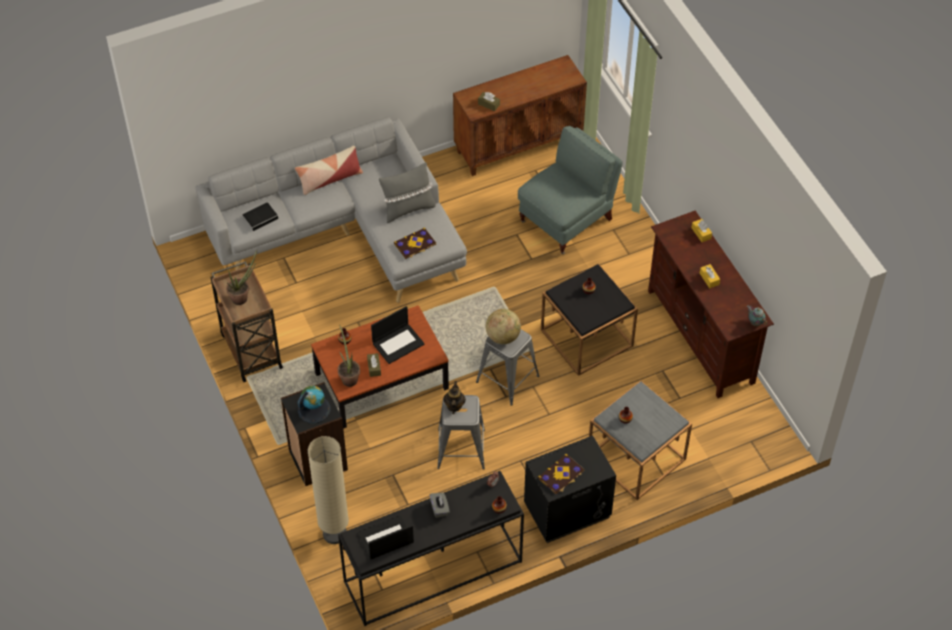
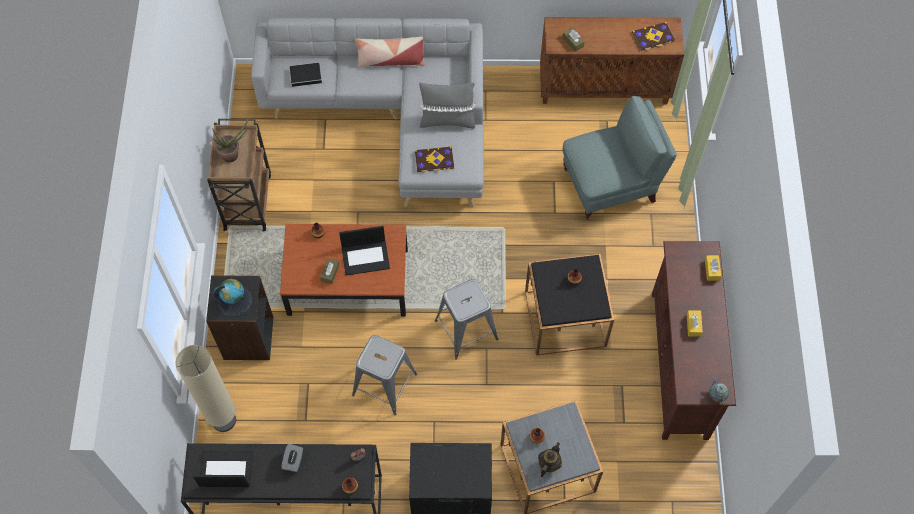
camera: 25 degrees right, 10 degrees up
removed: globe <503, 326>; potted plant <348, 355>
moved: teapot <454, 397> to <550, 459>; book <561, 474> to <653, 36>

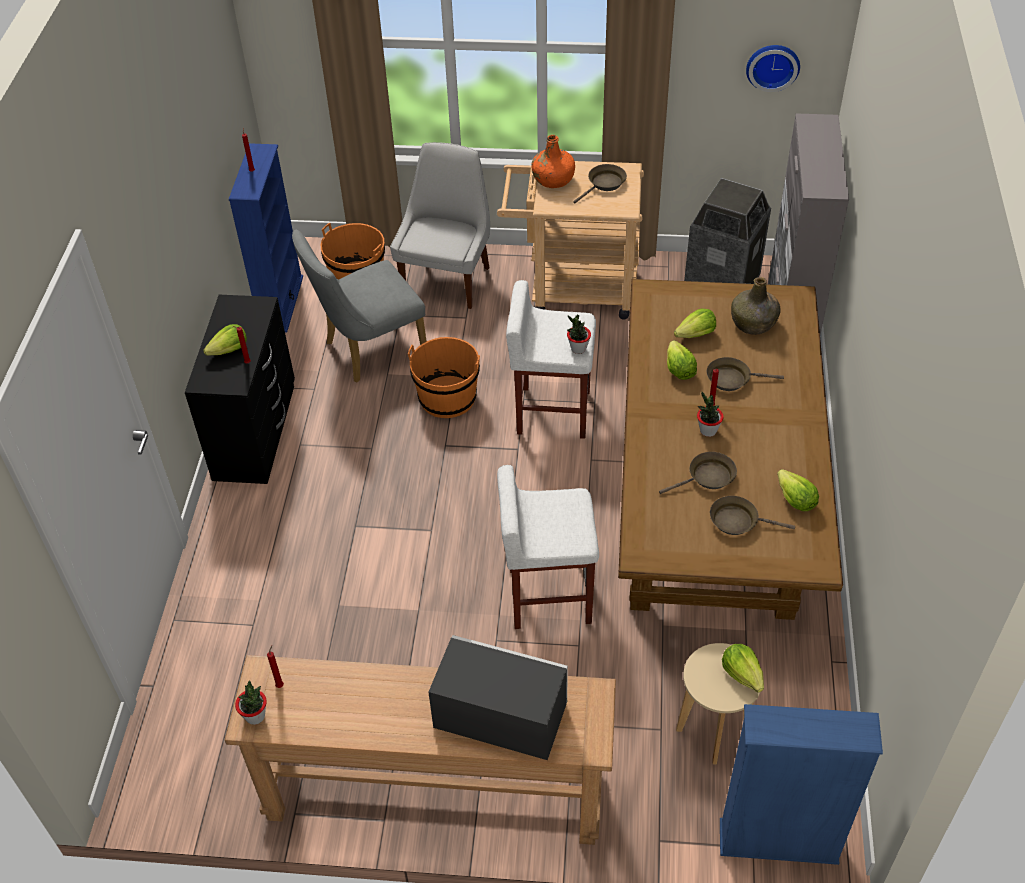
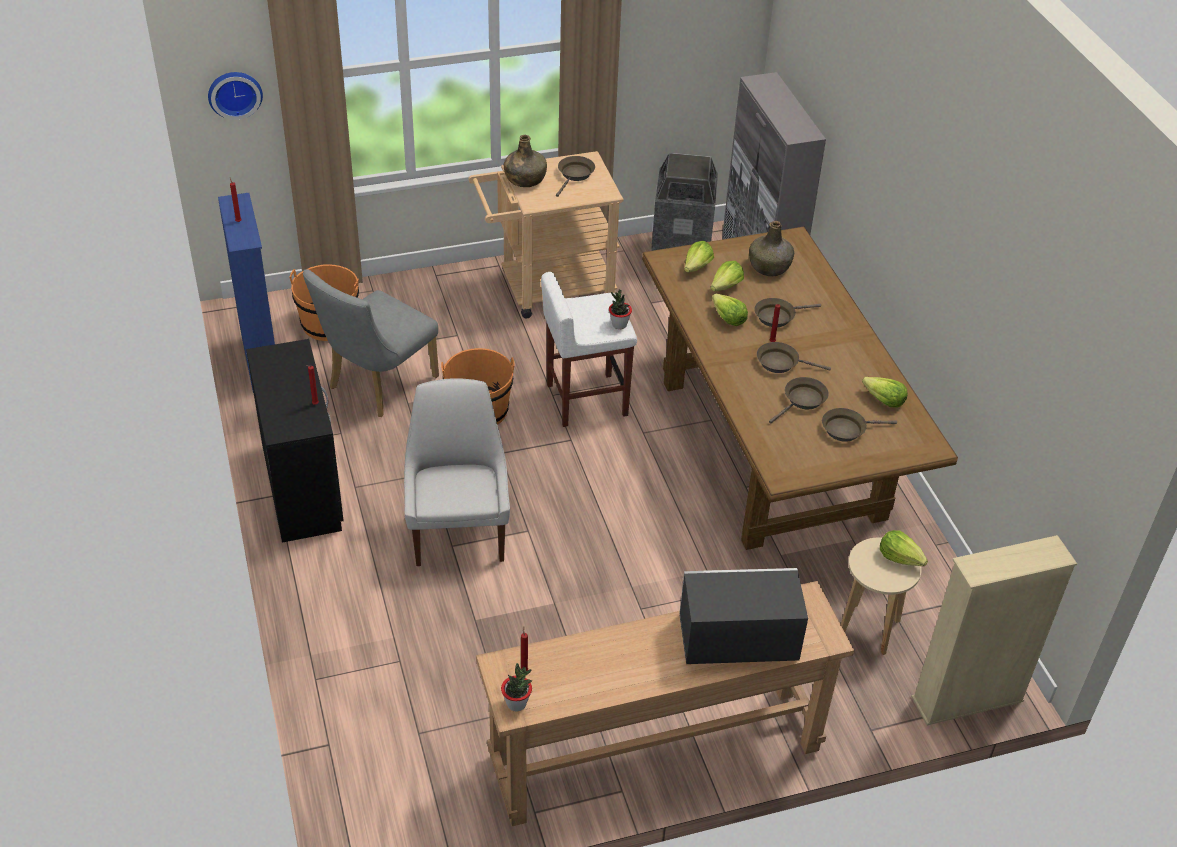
camera: 25 degrees left, 5 degrees down
removed: stool (white) <548, 547>
moved: wall clock <773, 68> to <235, 96>; chair (white) <440, 225> to <457, 472>; lettuce <225, 340> to <699, 257>
replaced: potted plant <710, 414> to frying pan (brown) <794, 357>
recoloured: bottle (orange) <553, 161> to bottle (green) <525, 161>; bookcase (blue) <801, 784> to bookcase (beige) <994, 630>

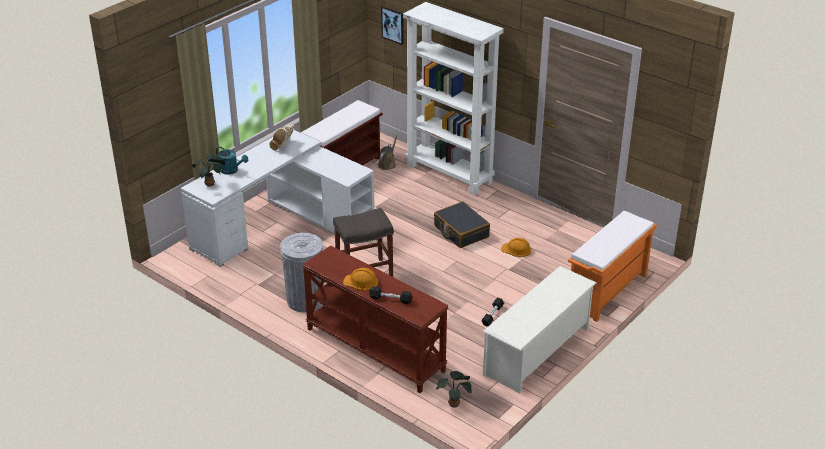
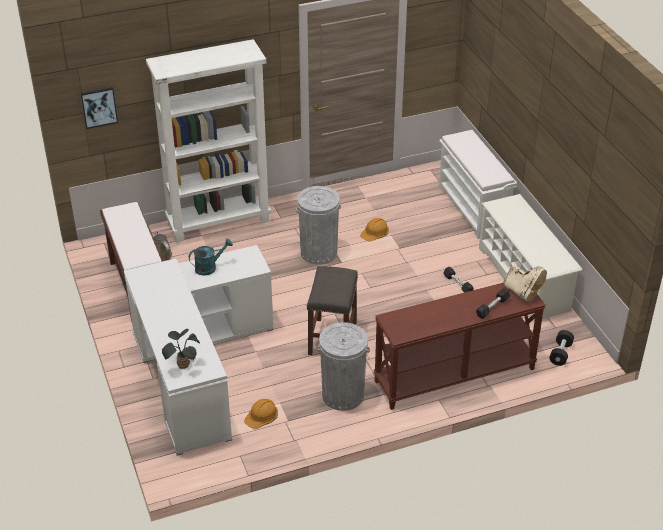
camera: 60 degrees left, 5 degrees up
moved: boot (beige) <282, 137> to <525, 283>; watering can (turquoise) <232, 160> to <211, 257>; hard hat (orange) <360, 279> to <261, 414>
replaced: suitcase (black) <462, 224> to trash can (grey) <318, 225>; potted plant <454, 389> to dumbbell (black) <562, 348>
recoloured: bench (orange) <612, 266> to bench (white) <477, 184>

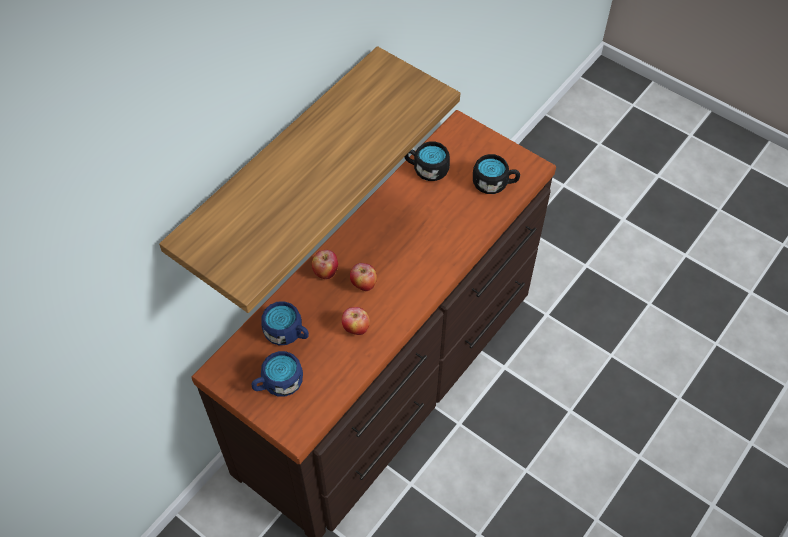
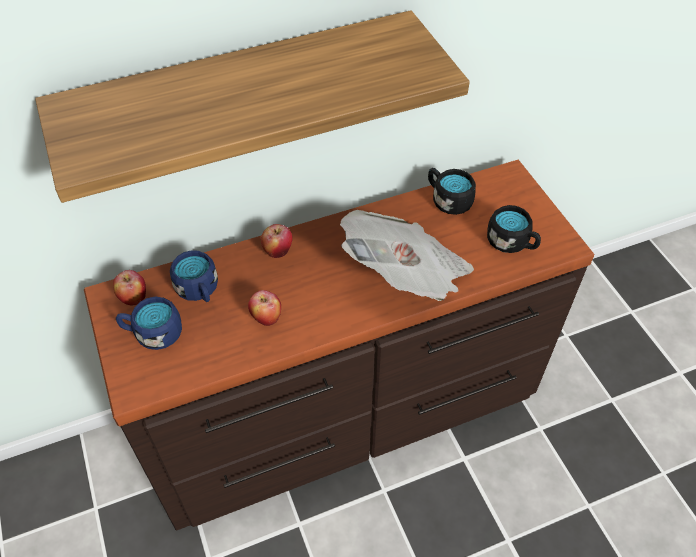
camera: 30 degrees right, 5 degrees down
added: newspaper <407, 255>
moved: apple <363, 277> to <129, 287>

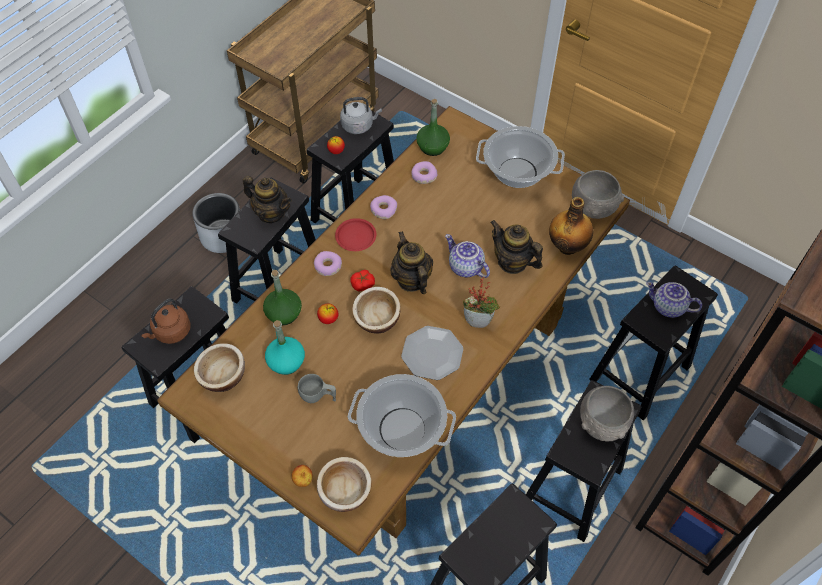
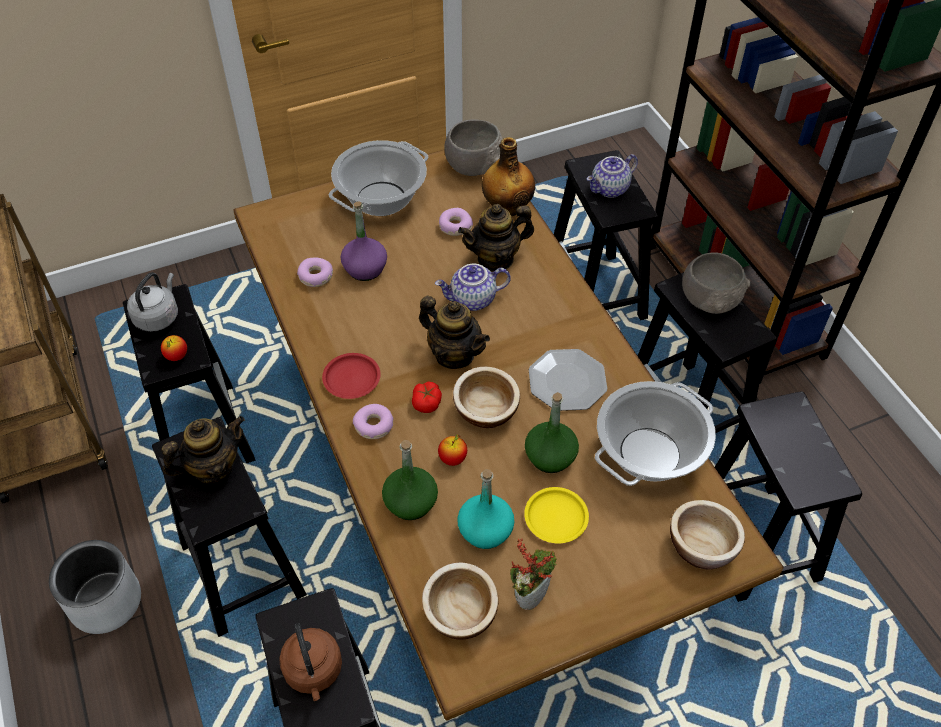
camera: 60 degrees left, 5 degrees down
removed: apple <302, 476>
added: bottle (purple) <364, 241>
moved: bottle (green) <433, 127> to <552, 432>; donut <383, 207> to <456, 222>; potted plant <481, 302> to <533, 574>
replaced: cup (grey) <317, 388> to plate (yellow) <556, 515>
turned: teapot <411, 262> = <454, 332> 150 degrees counterclockwise

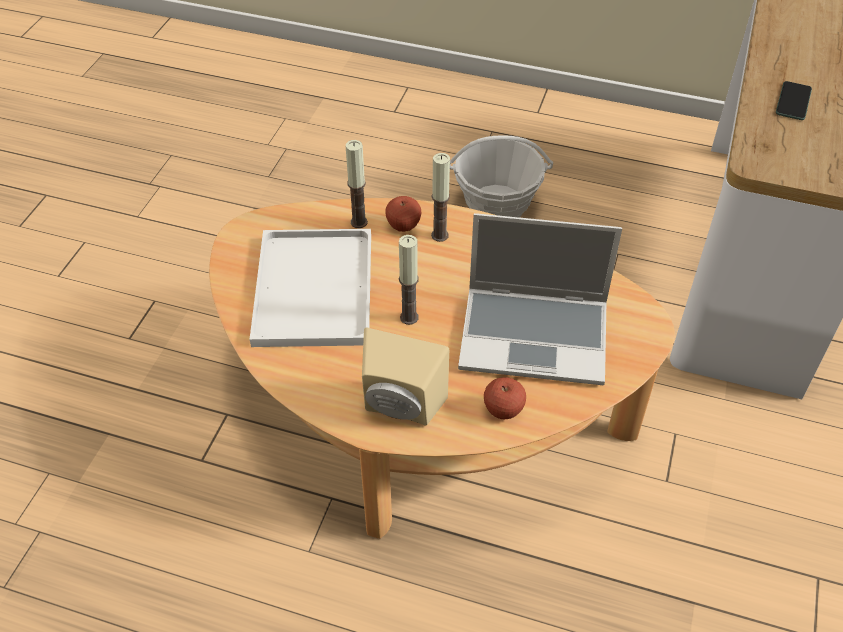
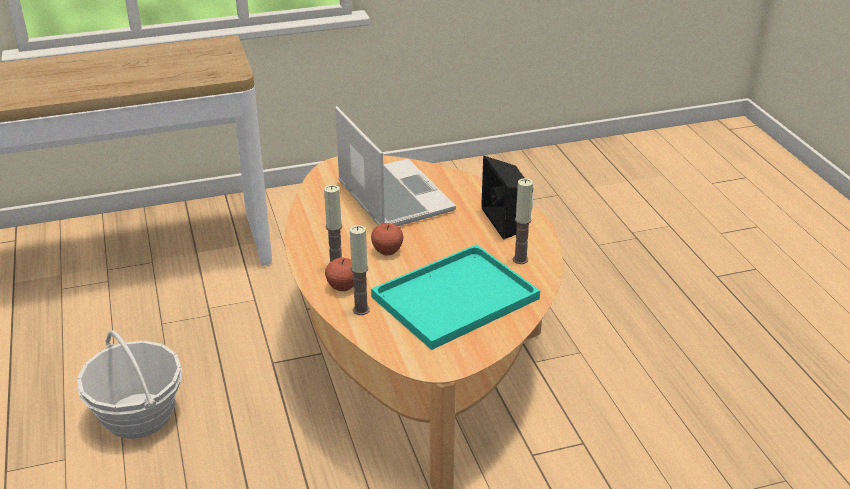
camera: 125 degrees left, 15 degrees down
removed: phone <794, 100>
moved: candle <409, 280> to <523, 221>; apple <505, 398> to <387, 239>
recoloured: tray (white) <310, 288> to tray (turquoise) <455, 297>; speaker (beige) <405, 376> to speaker (black) <507, 198>

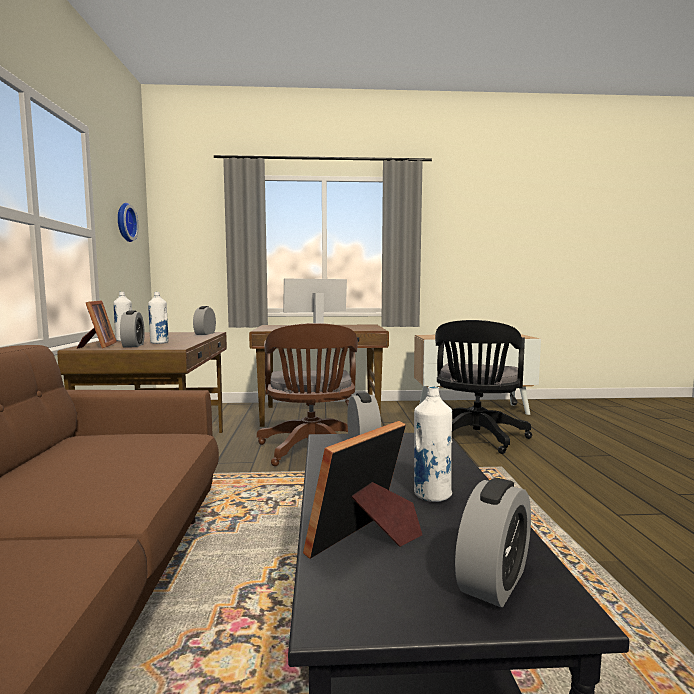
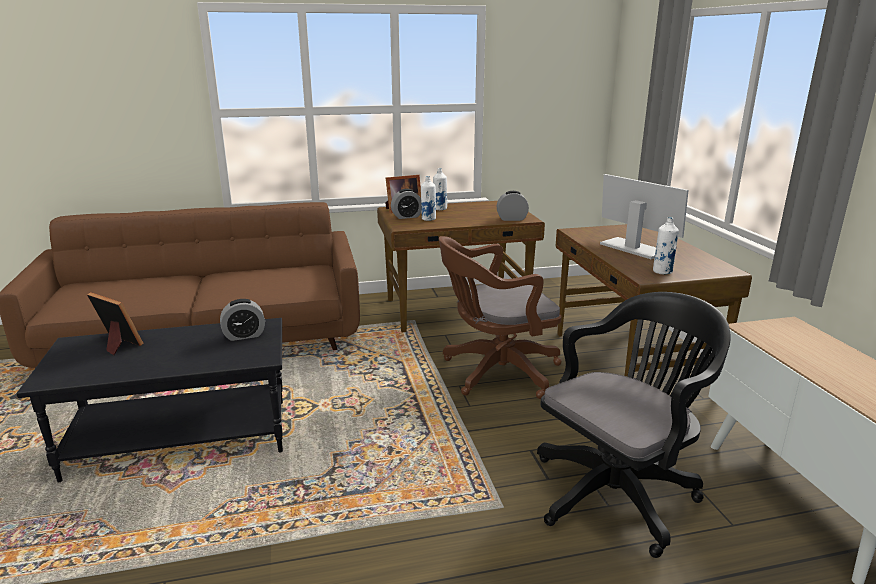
camera: 80 degrees right, 15 degrees up
removed: wall clock <128, 222>; alarm clock <493, 543>
moved: bottle (white) <433, 444> to <666, 245>
turned: office chair (black) <483, 387> = <633, 425> 135 degrees clockwise

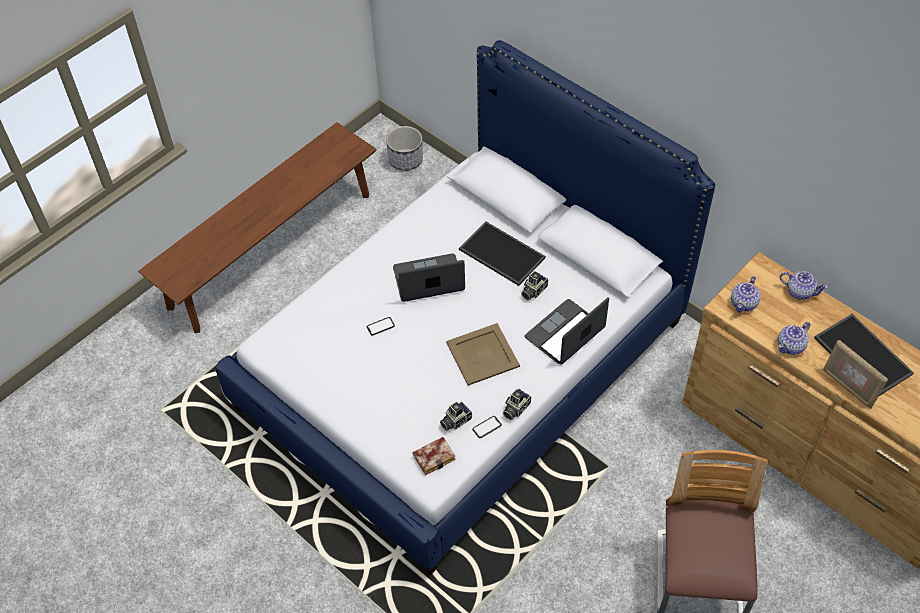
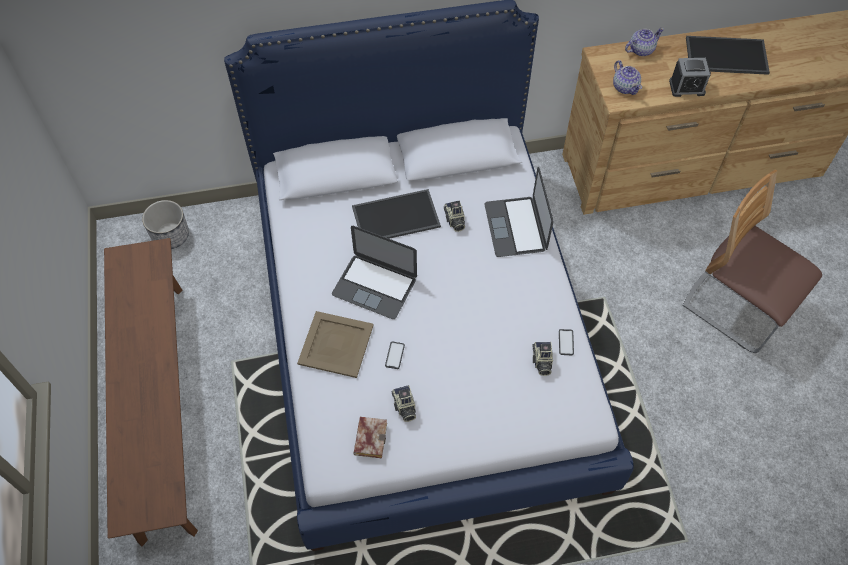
camera: 55 degrees left, 5 degrees up
removed: picture frame <855, 374>
moved: tray (beige) <483, 354> to <335, 344>; photo camera <517, 404> to <403, 403>; book <434, 456> to <370, 437>
replaced: teapot <794, 338> to alarm clock <690, 77>
turned: laptop <429, 278> = <374, 272> 90 degrees counterclockwise

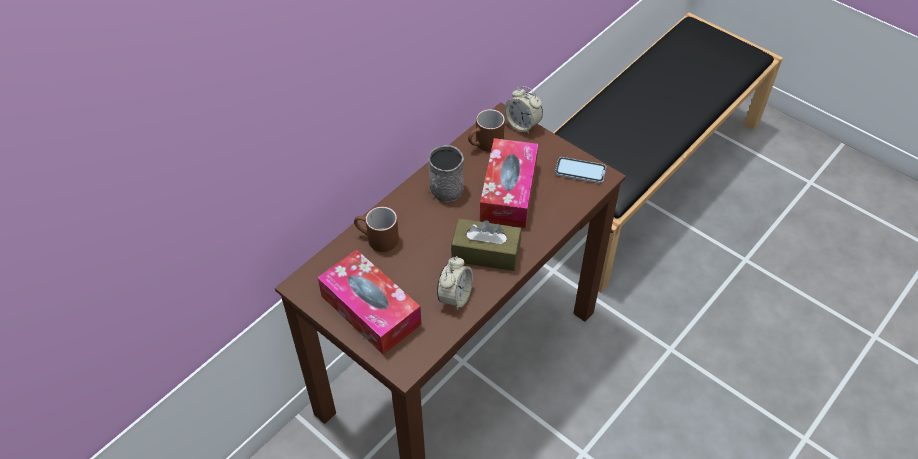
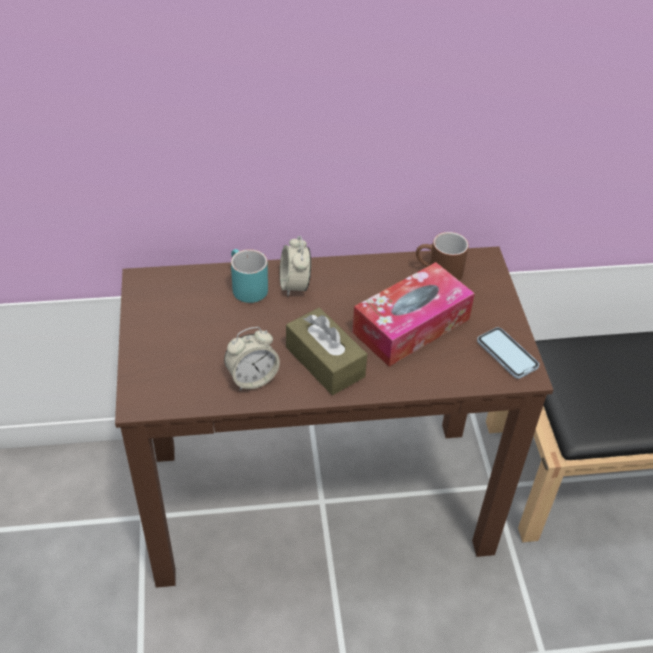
camera: 40 degrees right, 5 degrees down
removed: mug (grey) <446, 173>; tissue box <369, 302>
moved: alarm clock <523, 110> to <295, 266>
recoloured: mug (brown) <376, 229> to mug (turquoise) <249, 276>

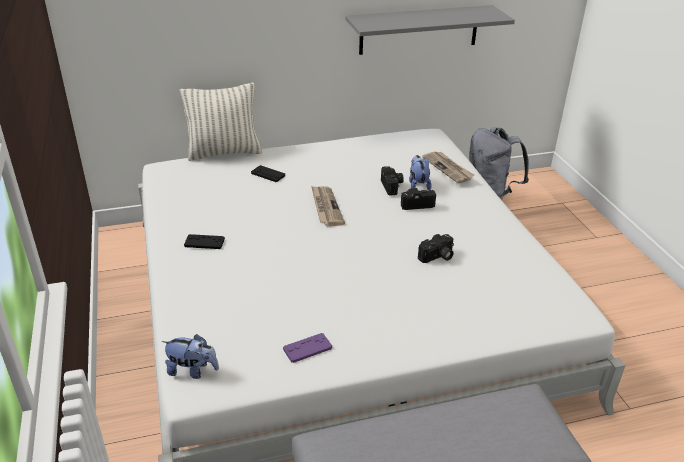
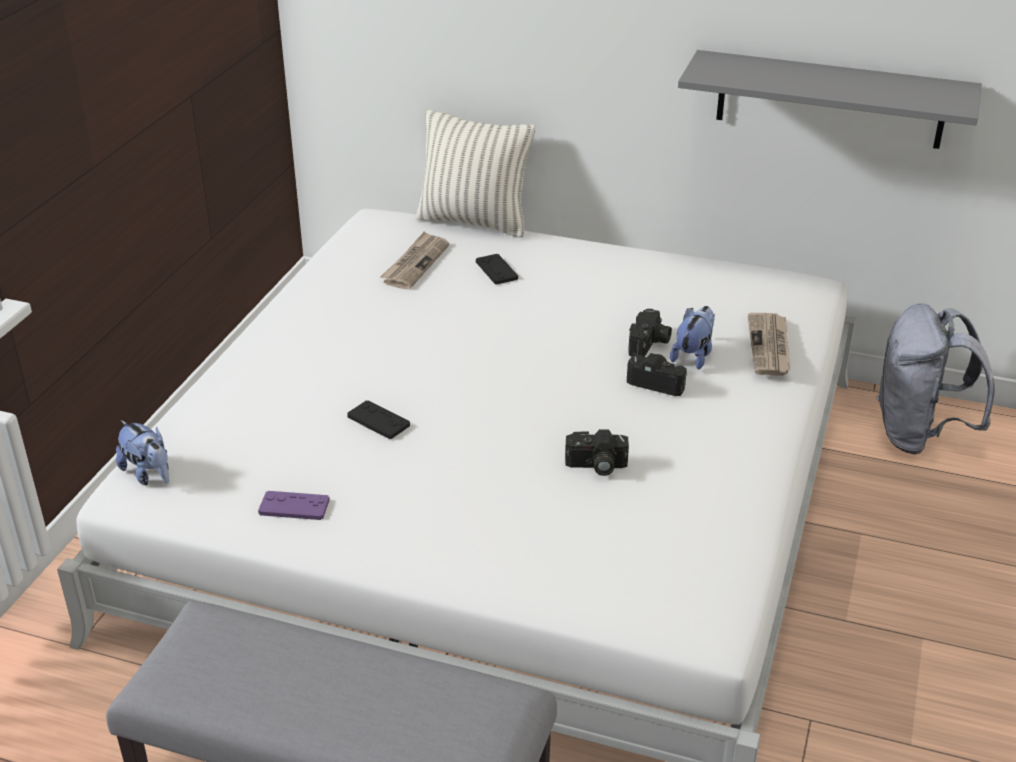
camera: 35 degrees right, 0 degrees up
moved: newspaper <328, 206> to <415, 260>; game controller (black) <204, 241> to <378, 420>

